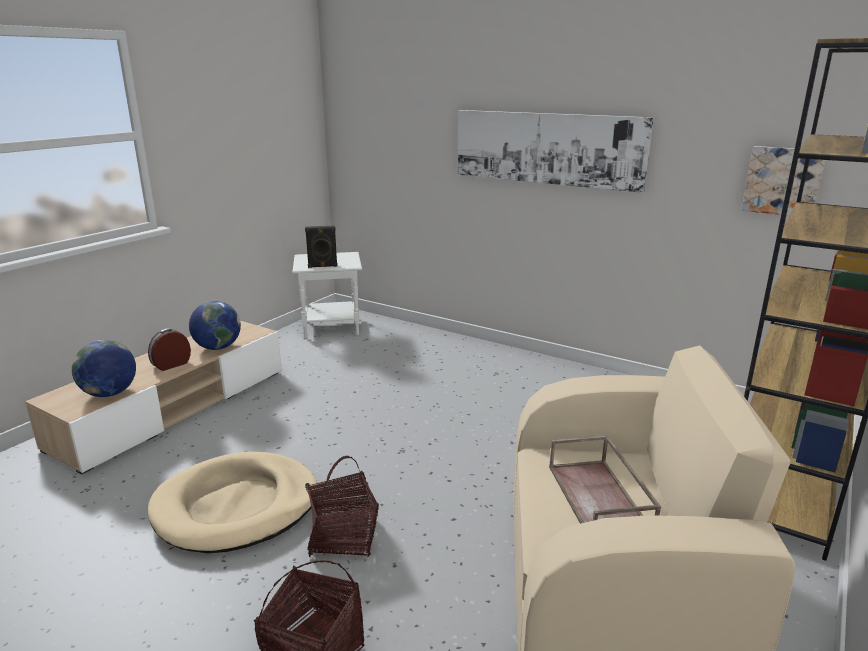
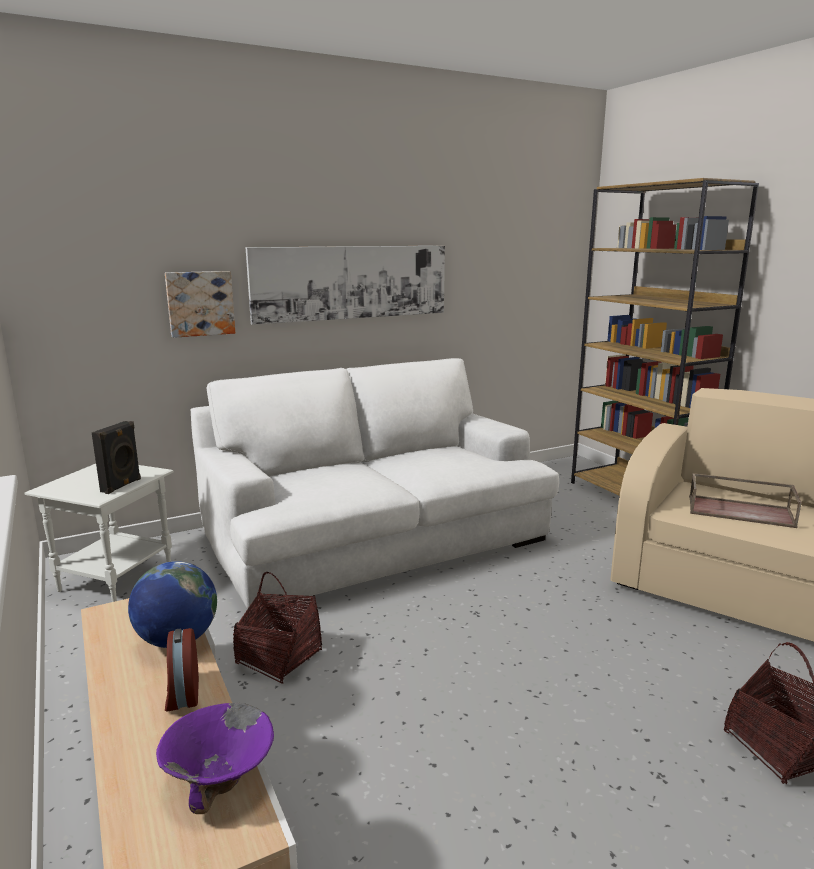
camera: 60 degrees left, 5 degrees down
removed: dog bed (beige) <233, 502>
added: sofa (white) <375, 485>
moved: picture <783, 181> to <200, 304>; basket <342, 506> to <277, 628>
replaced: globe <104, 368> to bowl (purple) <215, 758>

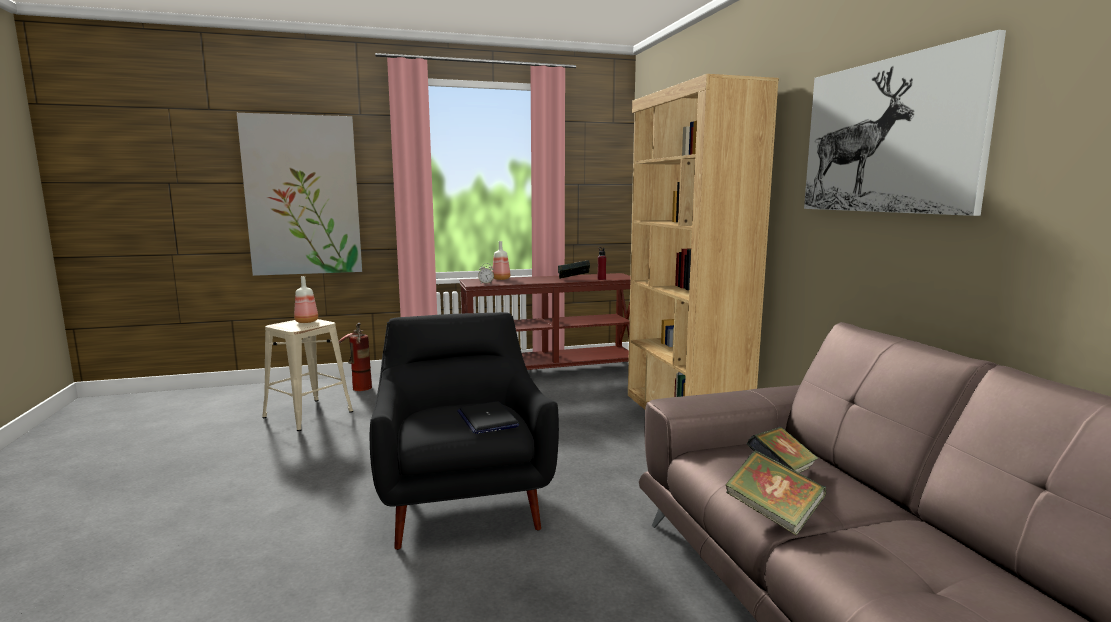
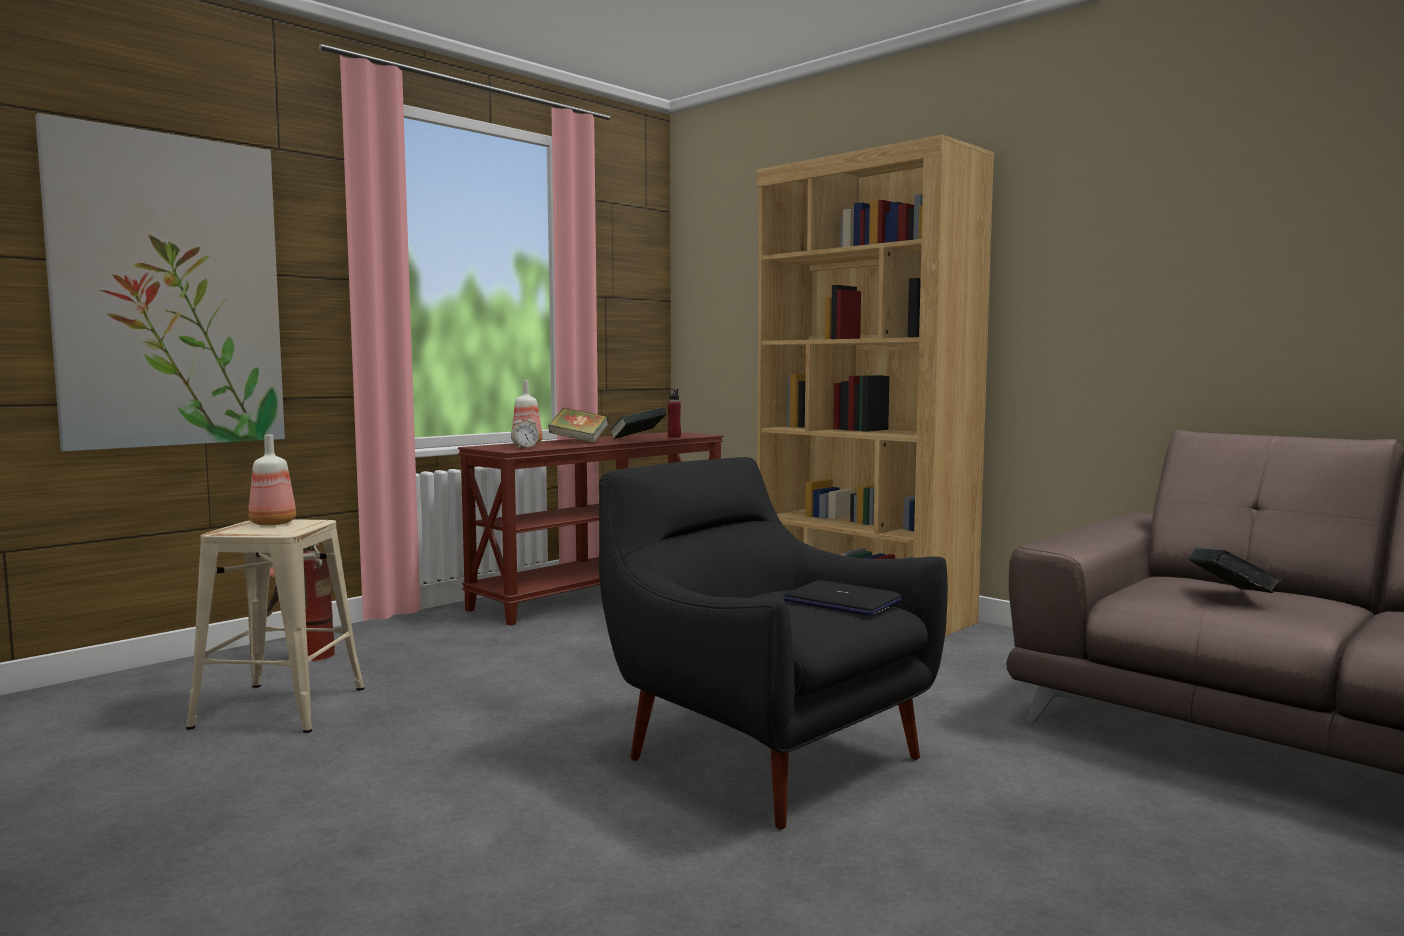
camera: 30 degrees left, 5 degrees down
removed: picture <905, 123>
moved: book <776, 493> to <578, 425>

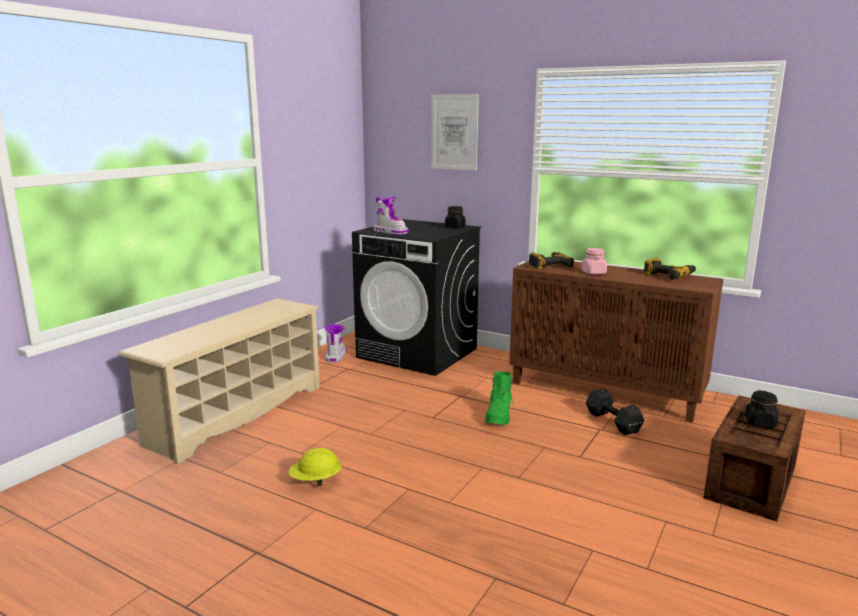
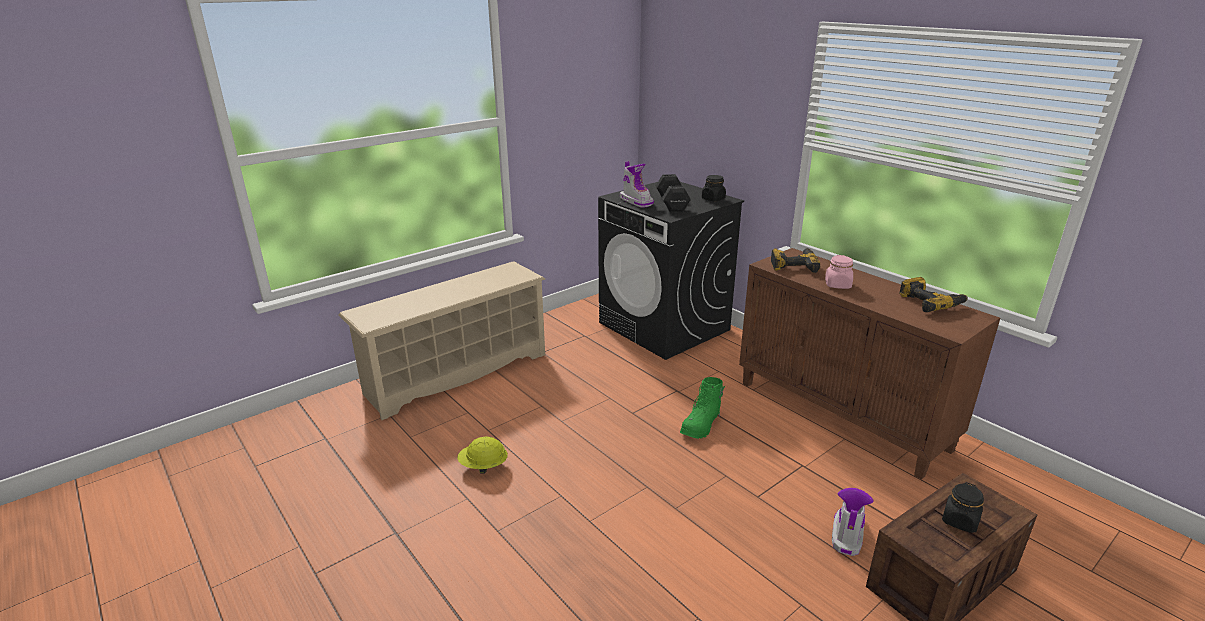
camera: 20 degrees right, 10 degrees up
removed: picture <455, 132>
moved: boot <335, 343> to <853, 522>; dumbbell (black) <615, 411> to <673, 193>

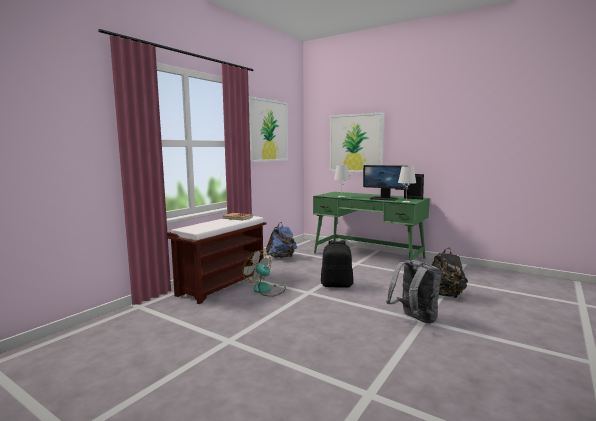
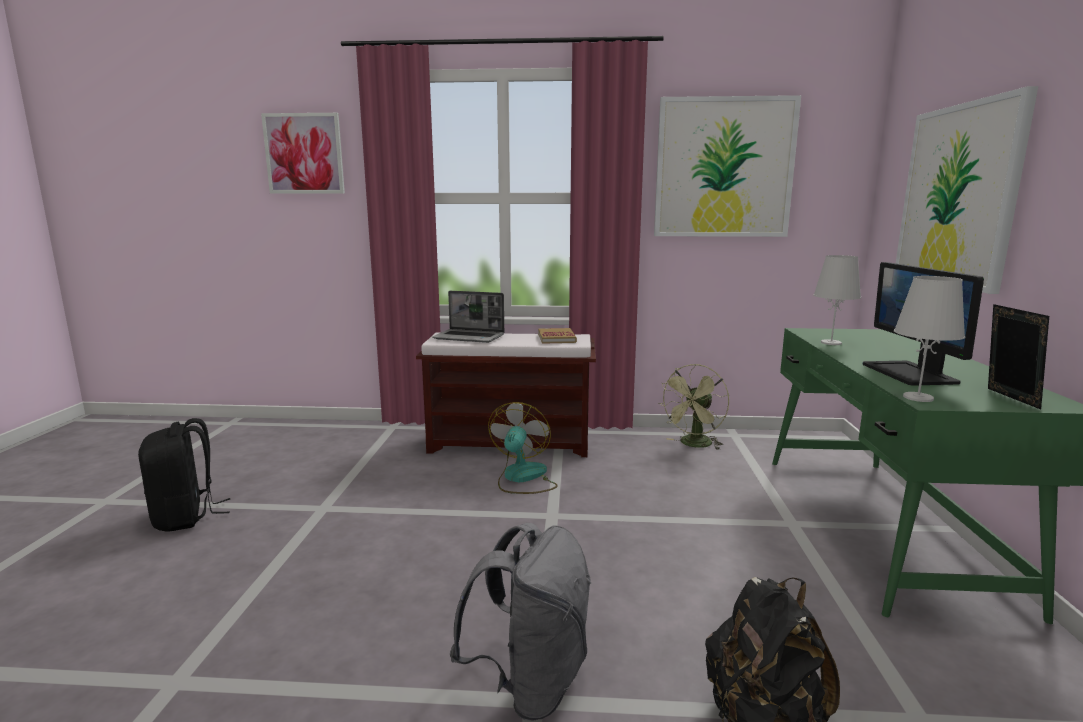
camera: 60 degrees right, 5 degrees up
added: picture <303, 153>; laptop <468, 317>
moved: backpack (black) <337, 264> to <184, 475>
replaced: backpack (blue) <281, 240> to fan (green) <693, 407>

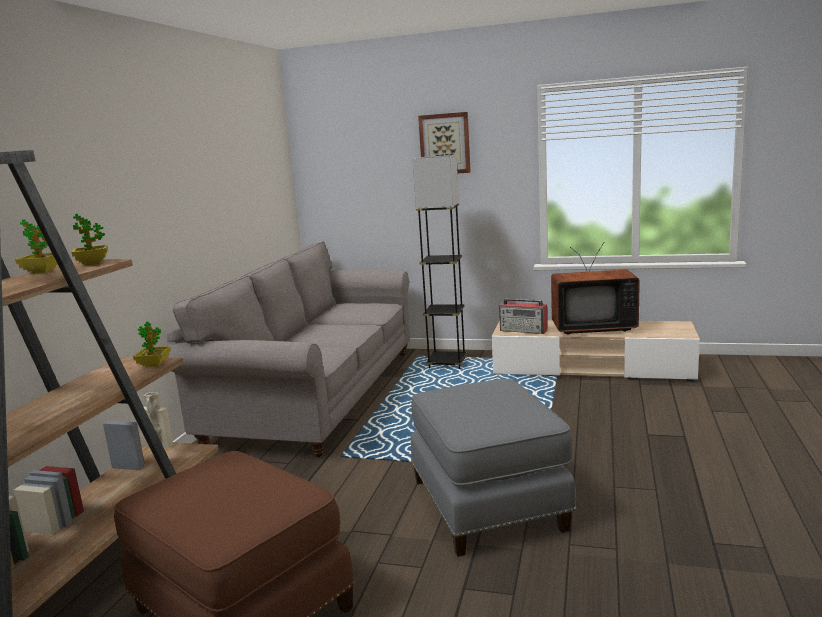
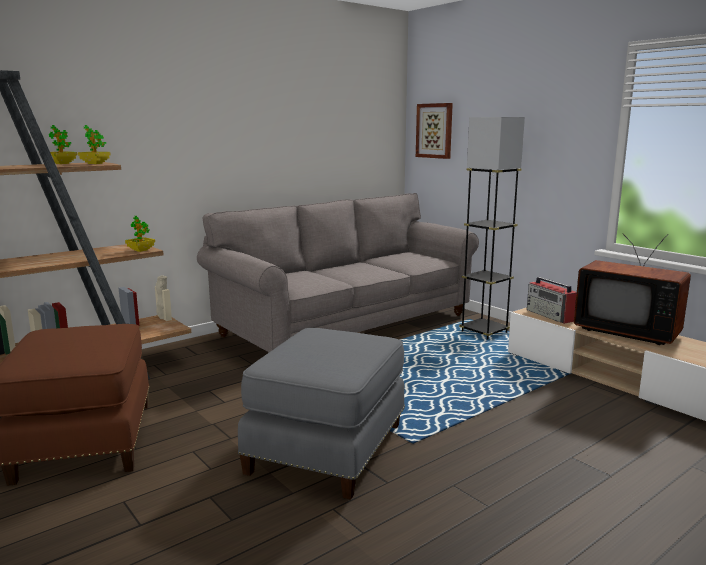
camera: 35 degrees right, 0 degrees up
moved: picture <444, 142> to <434, 131>

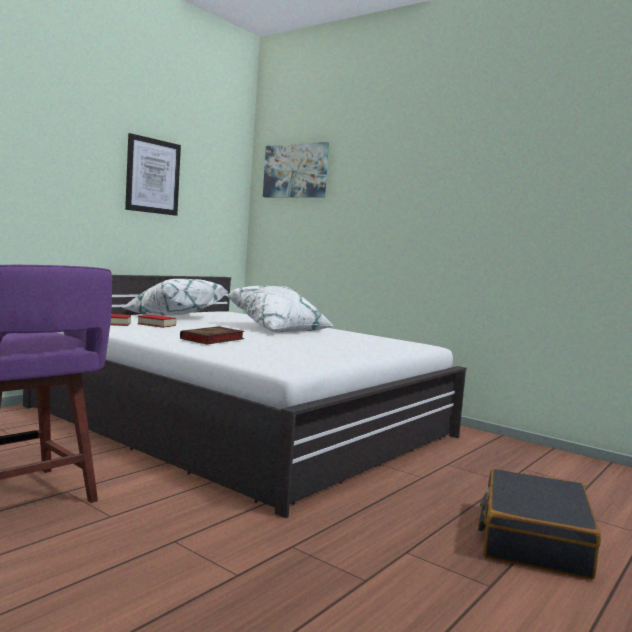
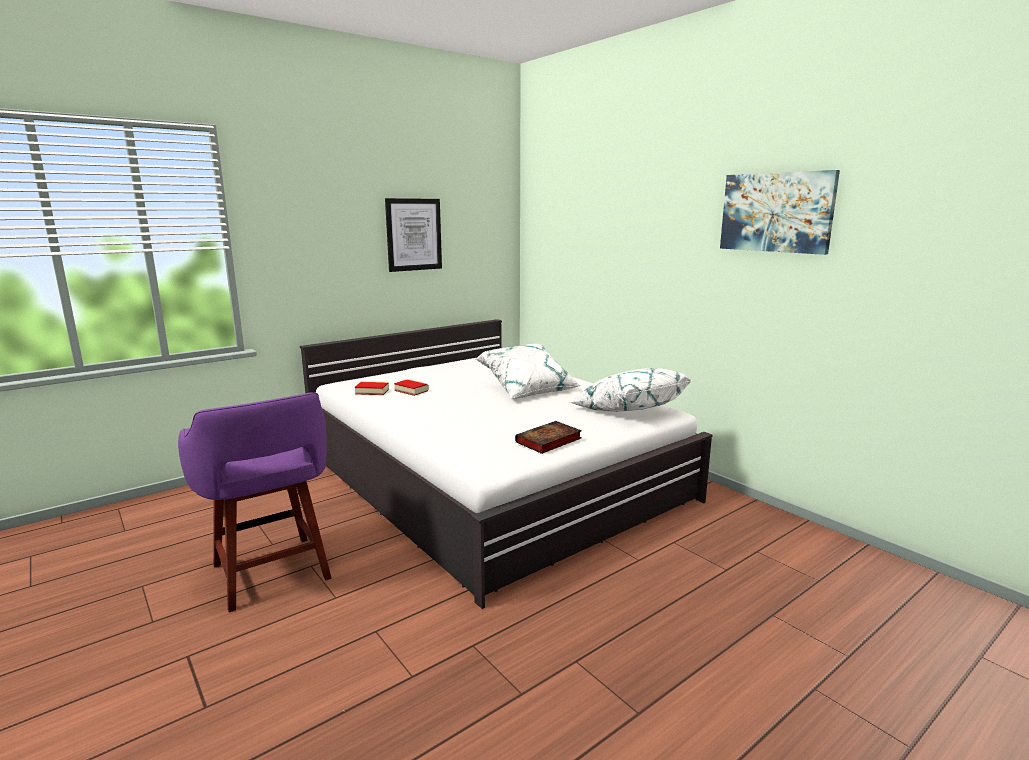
camera: 15 degrees right, 10 degrees up
removed: suitcase (black) <539, 524>
moved: picture <296, 170> to <780, 212>; pillow (white) <175, 297> to <630, 390>; book <212, 335> to <548, 437>

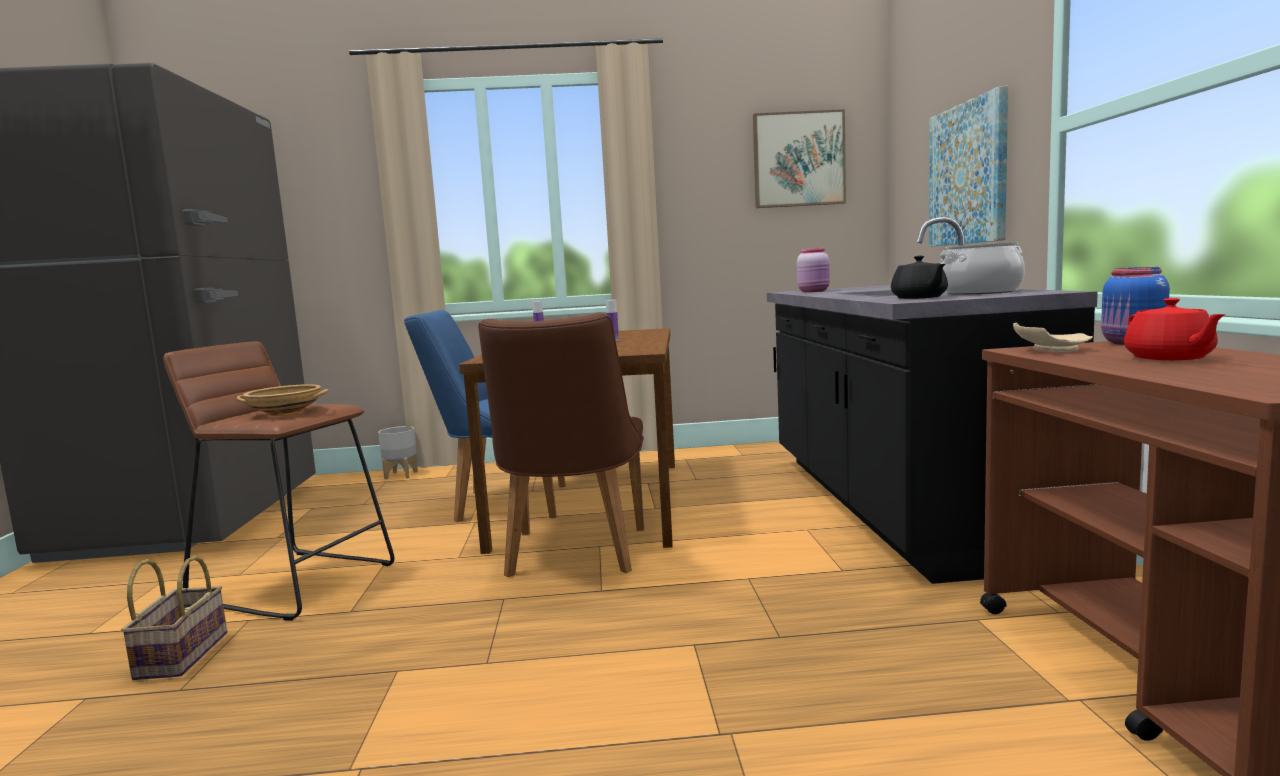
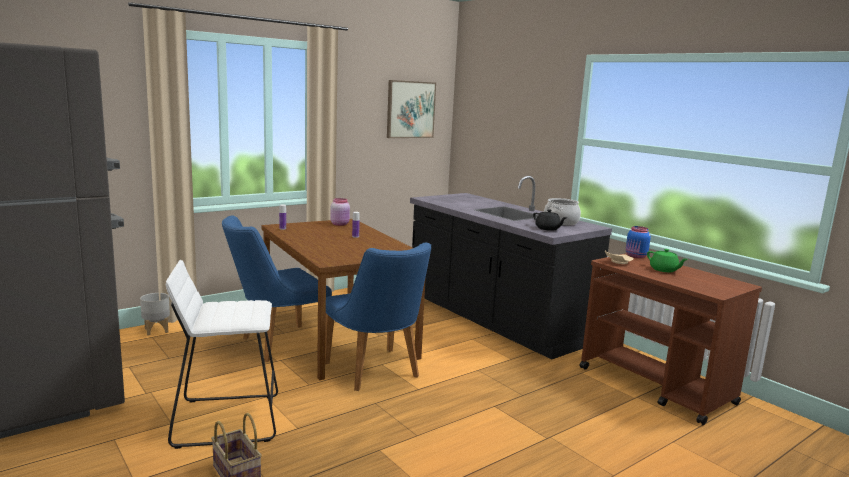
camera: 35 degrees left, 5 degrees up
removed: picture <968, 166>; bowl (beige) <282, 400>
moved: jar (pink) <813, 270> to <340, 212>
recoloured: teapot (red) <1175, 329> to teapot (green) <667, 260>; chair (brown) <561, 445> to chair (blue) <378, 317>; stool (brown) <279, 481> to stool (white) <222, 354>

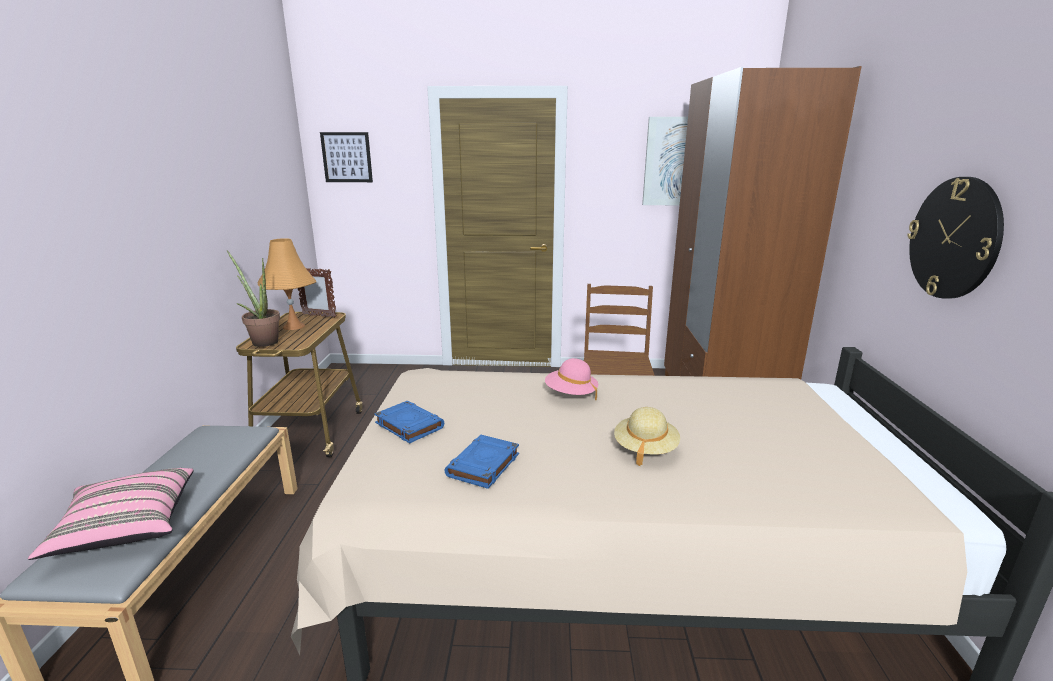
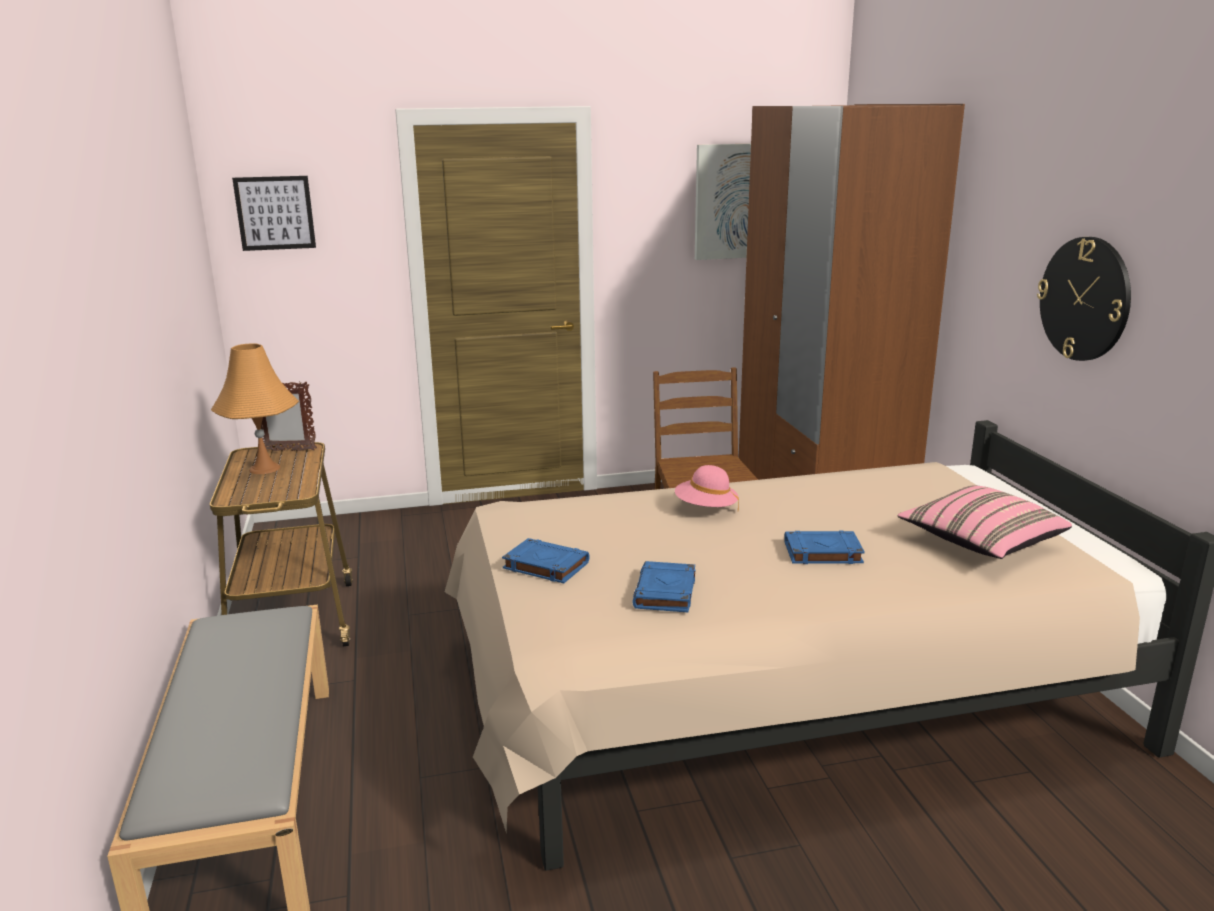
camera: 15 degrees left, 0 degrees up
removed: potted plant <253, 299>
moved: pillow (pink) <111, 514> to <985, 522>
replaced: hat (beige) <647, 436> to book (blue) <824, 547>

